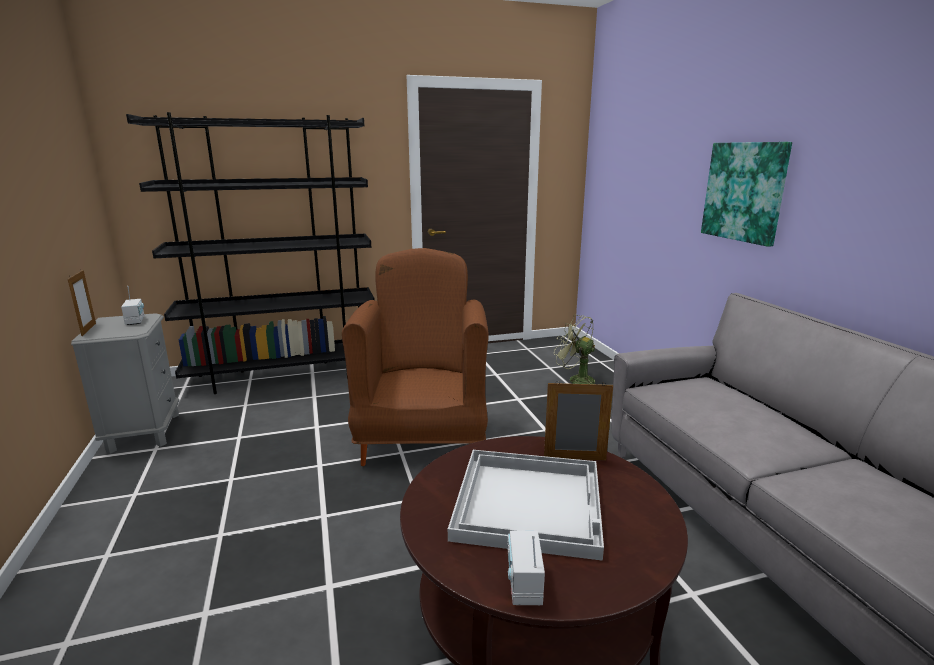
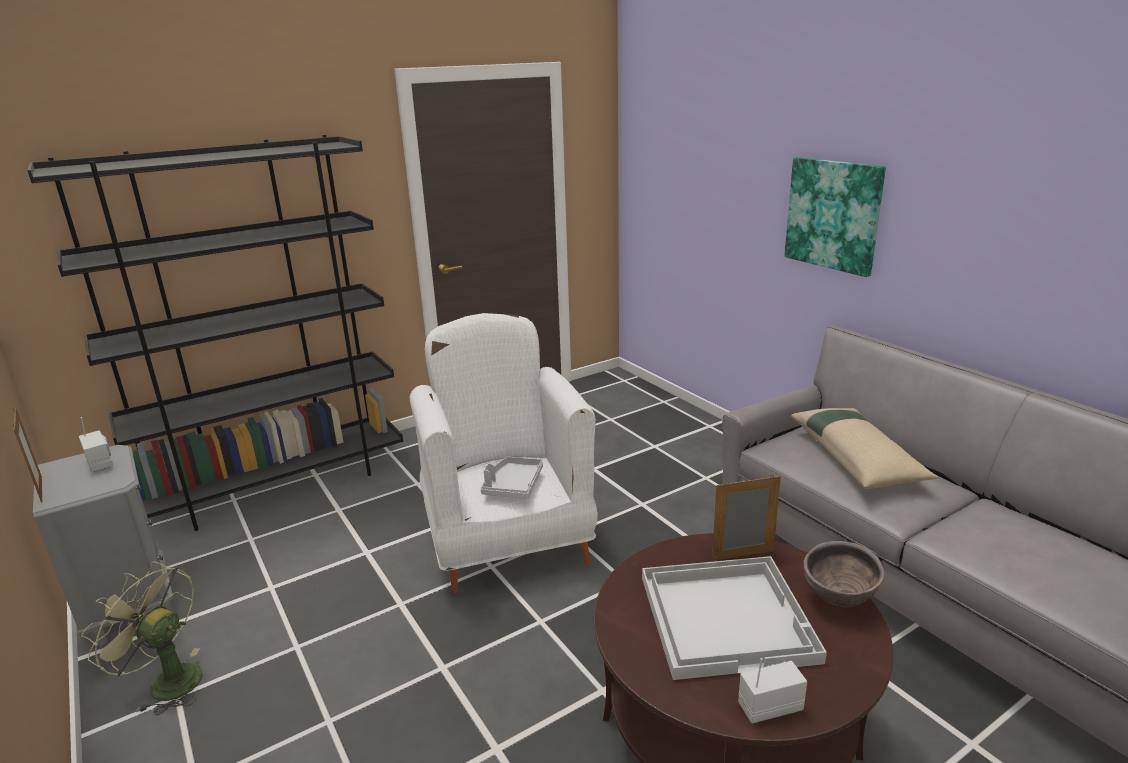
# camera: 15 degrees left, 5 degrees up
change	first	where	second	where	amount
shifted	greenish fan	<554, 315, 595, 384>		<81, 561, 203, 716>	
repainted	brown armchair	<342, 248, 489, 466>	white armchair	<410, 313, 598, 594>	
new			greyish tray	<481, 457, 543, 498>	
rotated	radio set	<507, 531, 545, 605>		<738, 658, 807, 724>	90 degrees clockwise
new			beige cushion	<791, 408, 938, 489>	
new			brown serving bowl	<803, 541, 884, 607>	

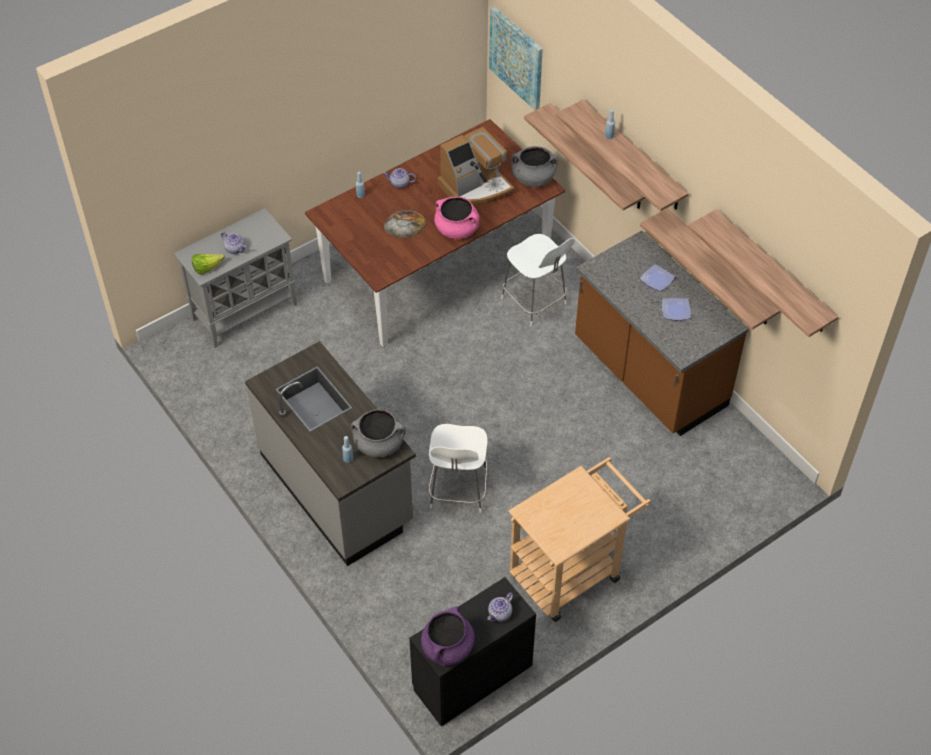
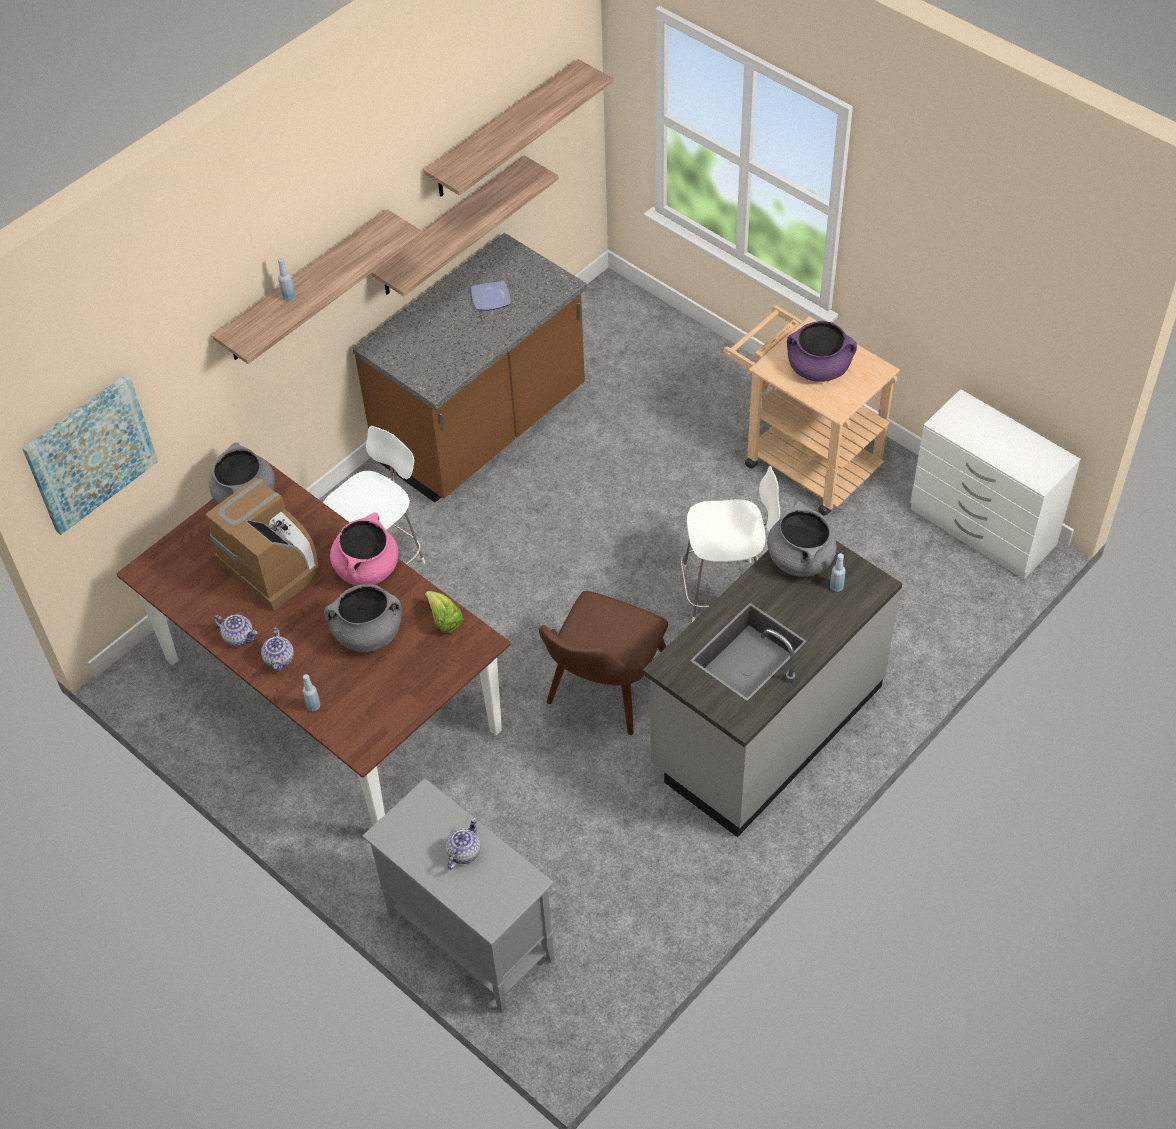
# camera: 100 degrees left, 0 degrees up
change	first	where	second	where	amount
shifted	teapot	<487, 592, 513, 622>		<213, 614, 257, 647>	
swapped	baked bread	<384, 210, 426, 238>	greyish stockpot	<324, 584, 402, 652>	
shifted	lettuce	<192, 254, 225, 274>		<425, 591, 464, 633>	
new			brown upright chair	<539, 591, 668, 735>	
shifted	purple-coloured stockpot	<421, 607, 475, 666>		<787, 321, 857, 382>	
repainted	black-coloured chest of drawers	<409, 577, 536, 726>	white chest of drawers	<911, 389, 1081, 579>	
gone	wall shelf	<524, 103, 645, 211>			
gone	plate	<640, 264, 675, 291>			

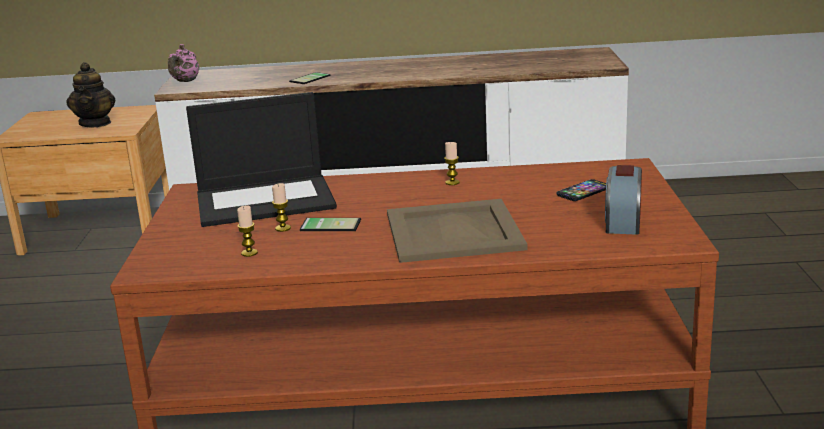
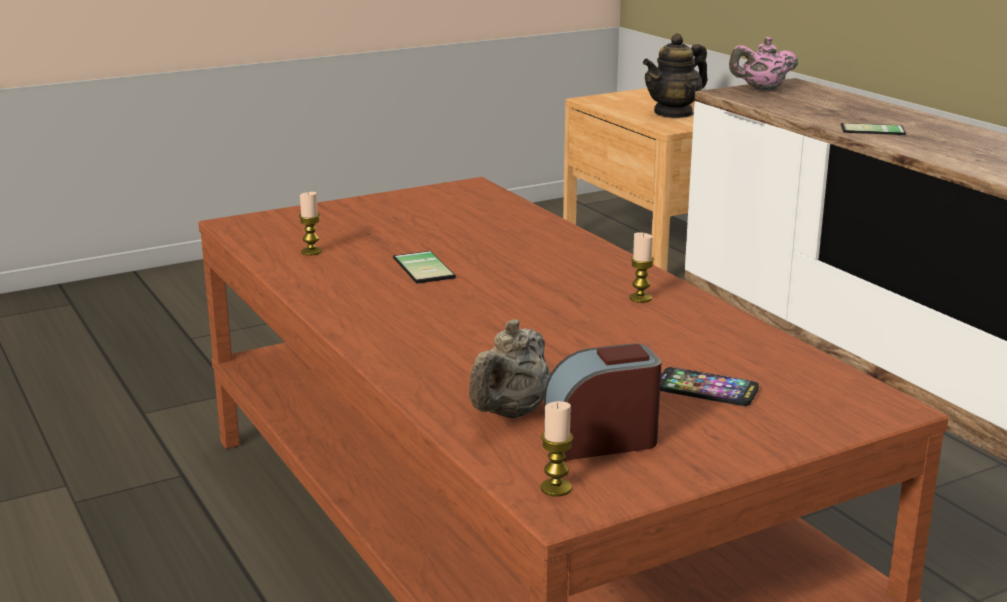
# camera: 60 degrees right, 0 degrees up
change	first	where	second	where	amount
new			beige teapot	<469, 319, 550, 418>	
shifted	candle	<272, 183, 291, 232>		<541, 401, 573, 497>	
gone	notebook computer	<186, 92, 337, 227>			
gone	beige tray	<387, 199, 528, 263>			

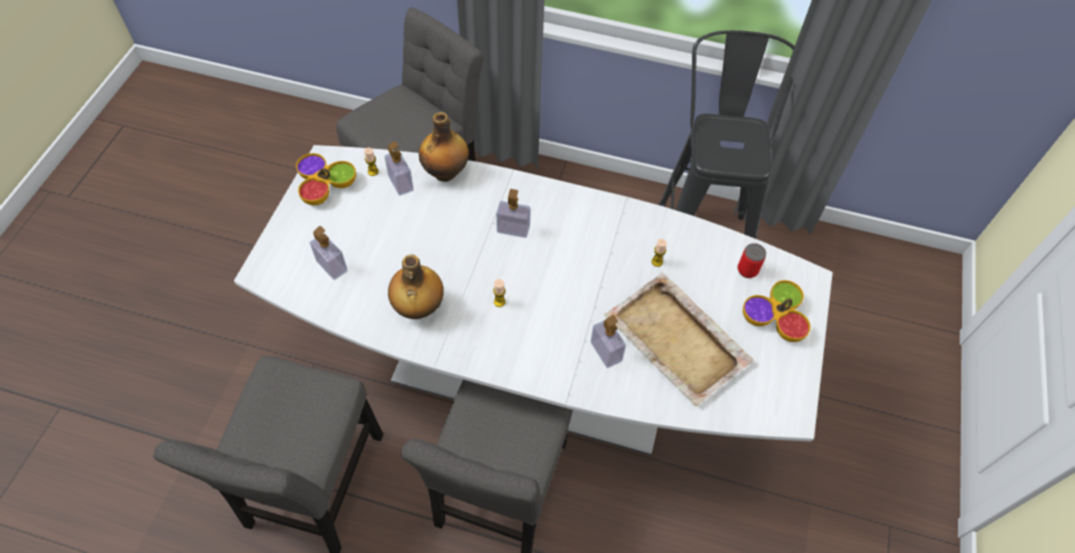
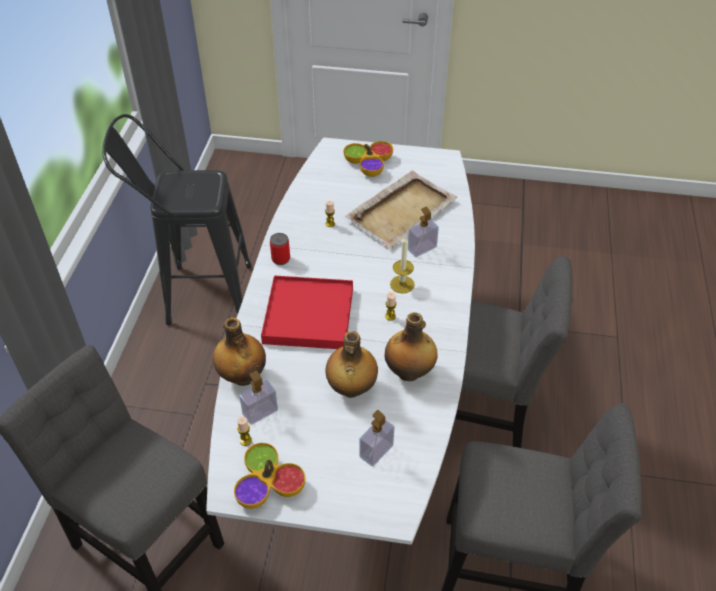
# camera: 95 degrees left, 10 degrees down
change	first	where	second	where	amount
swapped	soap dispenser	<496, 189, 531, 238>	red-coloured tray	<261, 275, 353, 349>	
shifted	sealed can	<738, 243, 766, 278>		<270, 233, 290, 265>	
new			drink bottle	<325, 331, 378, 398>	
new			candle	<390, 237, 415, 294>	

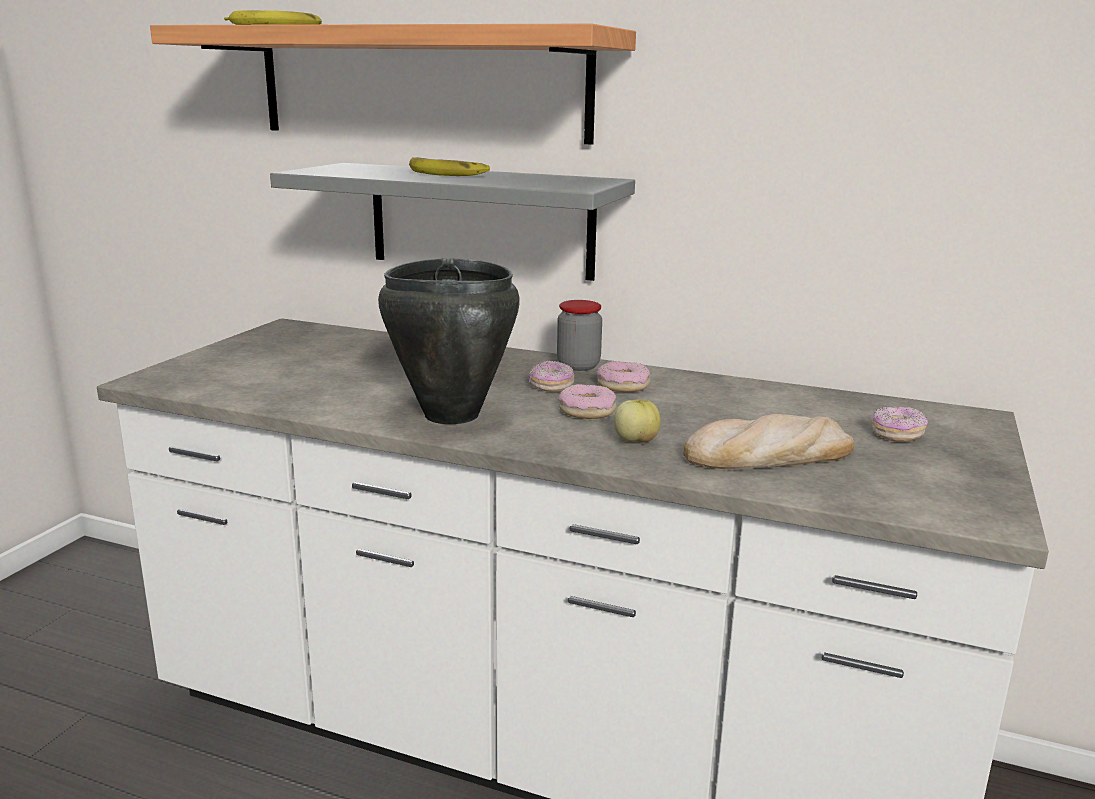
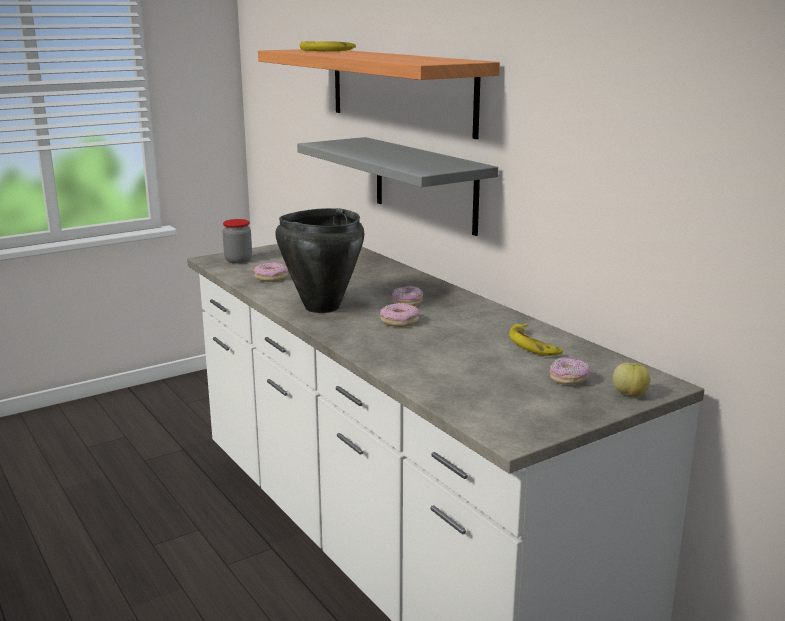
# camera: 35 degrees right, 0 degrees up
change	first	where	second	where	amount
shifted	storage jar	<557, 300, 602, 371>		<222, 219, 252, 263>	
shifted	donut	<596, 361, 650, 392>		<254, 262, 288, 282>	
shifted	banana fruit	<409, 157, 490, 176>		<509, 324, 563, 356>	
shifted	apple fruit	<614, 399, 661, 443>		<613, 363, 650, 397>	
gone	baked bread	<683, 414, 855, 469>			

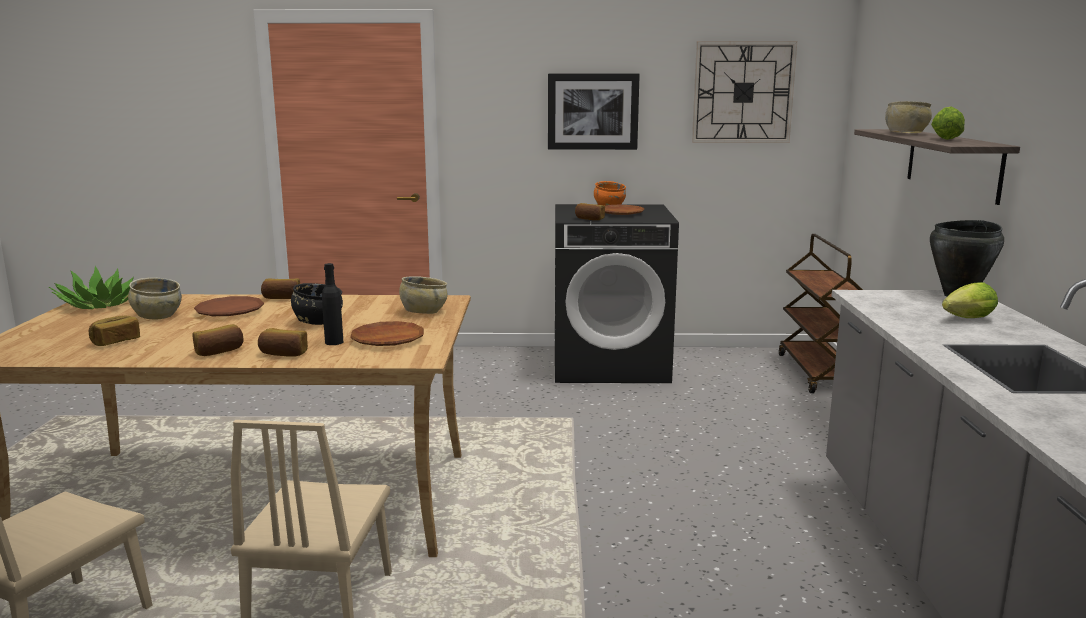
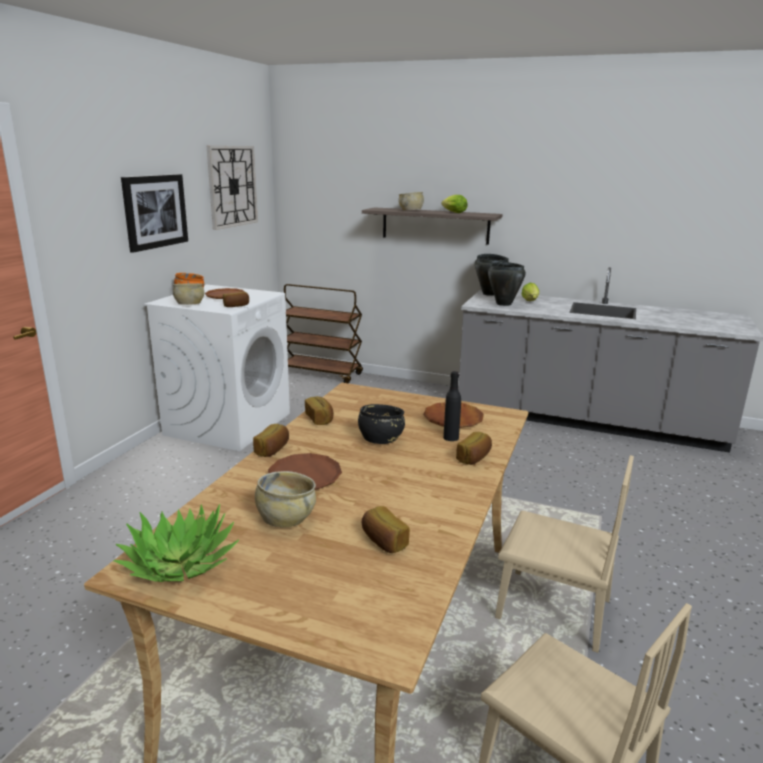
# camera: 70 degrees left, 5 degrees up
change	first	where	second	where	amount
repainted	black-coloured washing machine	<555, 204, 679, 383>	white washing machine	<144, 285, 290, 451>	
shifted	beige serving bowl	<399, 276, 448, 314>		<173, 283, 204, 305>	
shifted	baked bread	<193, 324, 244, 356>		<305, 396, 334, 425>	
new			black-coloured stockpot	<488, 262, 526, 306>	

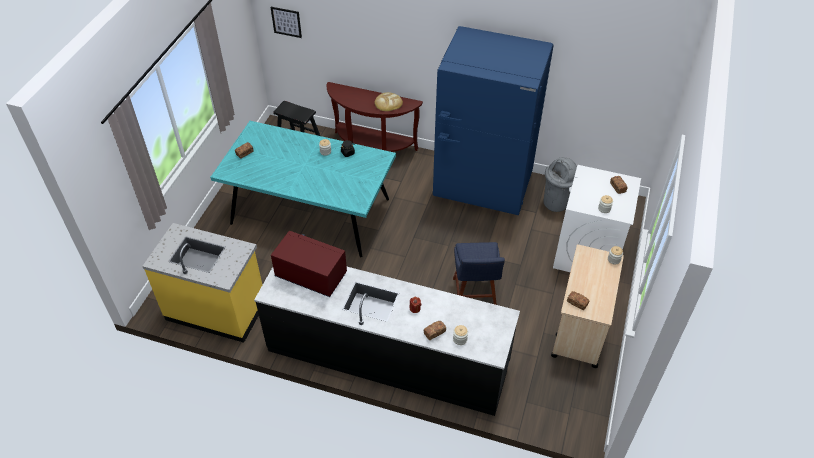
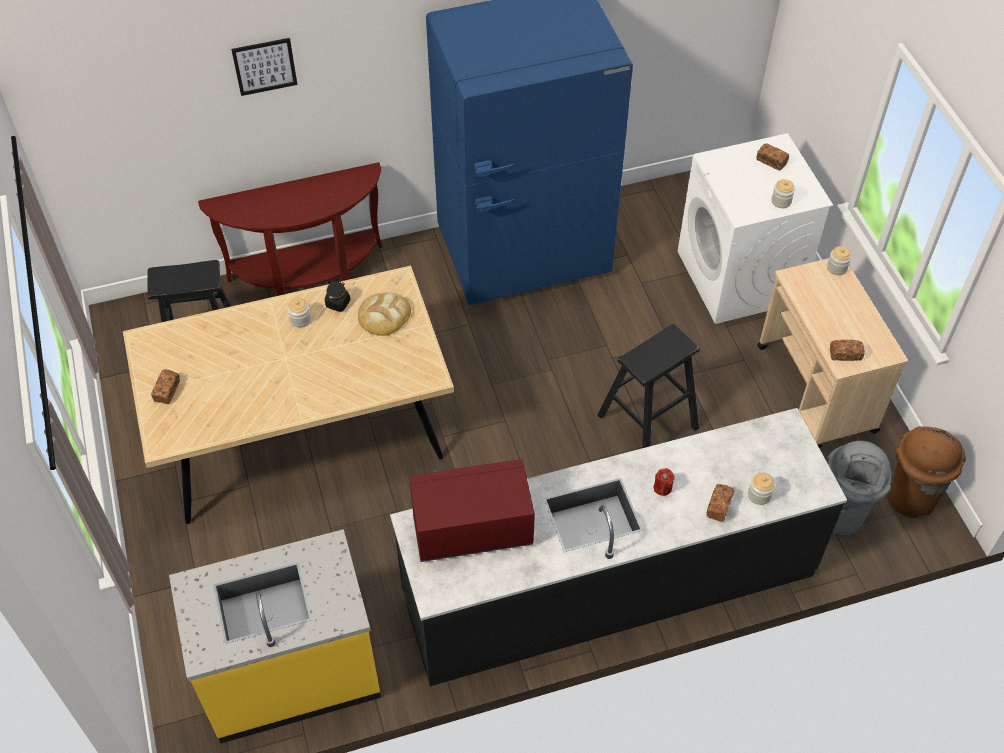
# camera: 35 degrees left, 5 degrees up
change	first	where	second	where	amount
repainted	blue-green kitchen table	<210, 121, 396, 257>	beige kitchen table	<123, 266, 454, 524>	
shifted	wall picture	<271, 7, 302, 38>		<231, 38, 297, 96>	
shifted	baked bread	<375, 92, 403, 111>		<358, 293, 411, 336>	
swapped	blue upright chair	<453, 242, 505, 305>	black-coloured stool seat	<597, 324, 700, 448>	
shifted	greyish trash can	<543, 157, 577, 212>		<826, 441, 892, 535>	
new			brown trash can	<888, 426, 966, 518>	

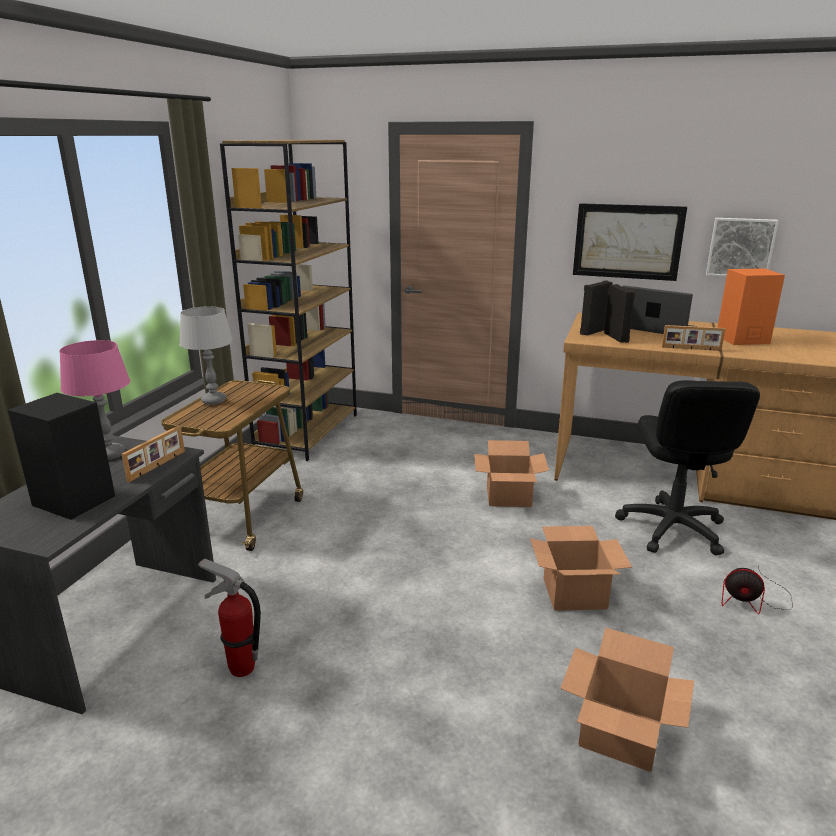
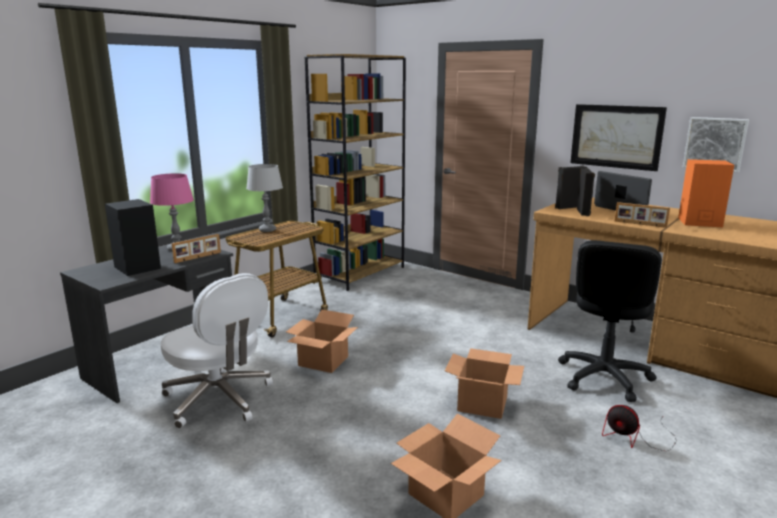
# camera: 20 degrees right, 5 degrees down
change	first	where	second	where	amount
swapped	fire extinguisher	<198, 558, 261, 677>	white office chair	<161, 273, 273, 429>	
shifted	packing box	<474, 440, 549, 507>		<286, 309, 358, 373>	

